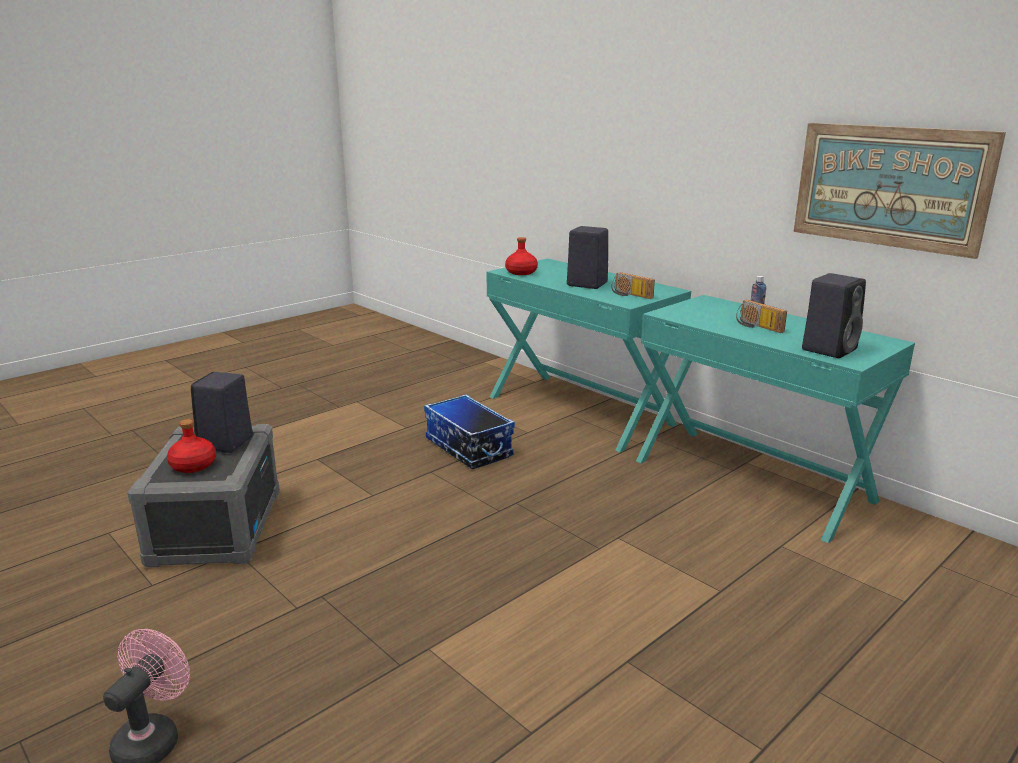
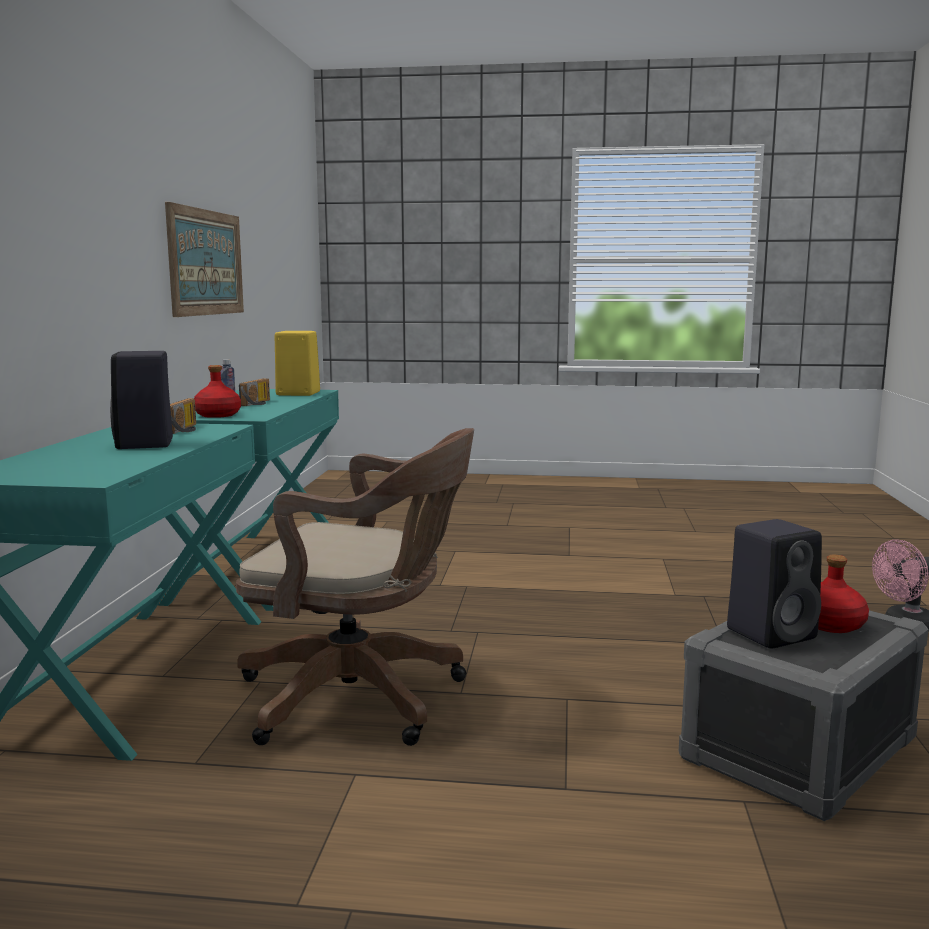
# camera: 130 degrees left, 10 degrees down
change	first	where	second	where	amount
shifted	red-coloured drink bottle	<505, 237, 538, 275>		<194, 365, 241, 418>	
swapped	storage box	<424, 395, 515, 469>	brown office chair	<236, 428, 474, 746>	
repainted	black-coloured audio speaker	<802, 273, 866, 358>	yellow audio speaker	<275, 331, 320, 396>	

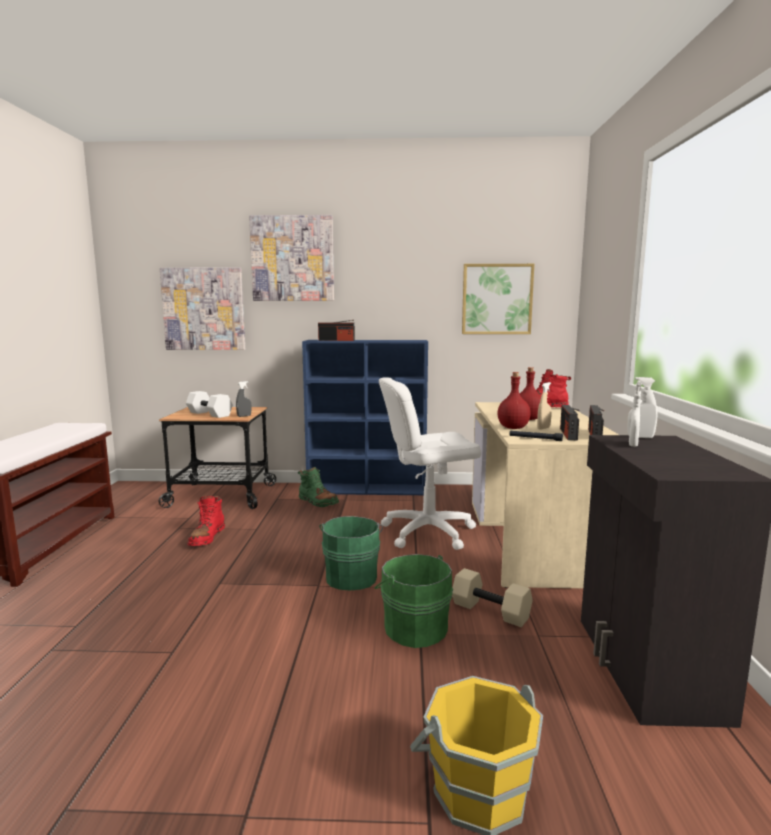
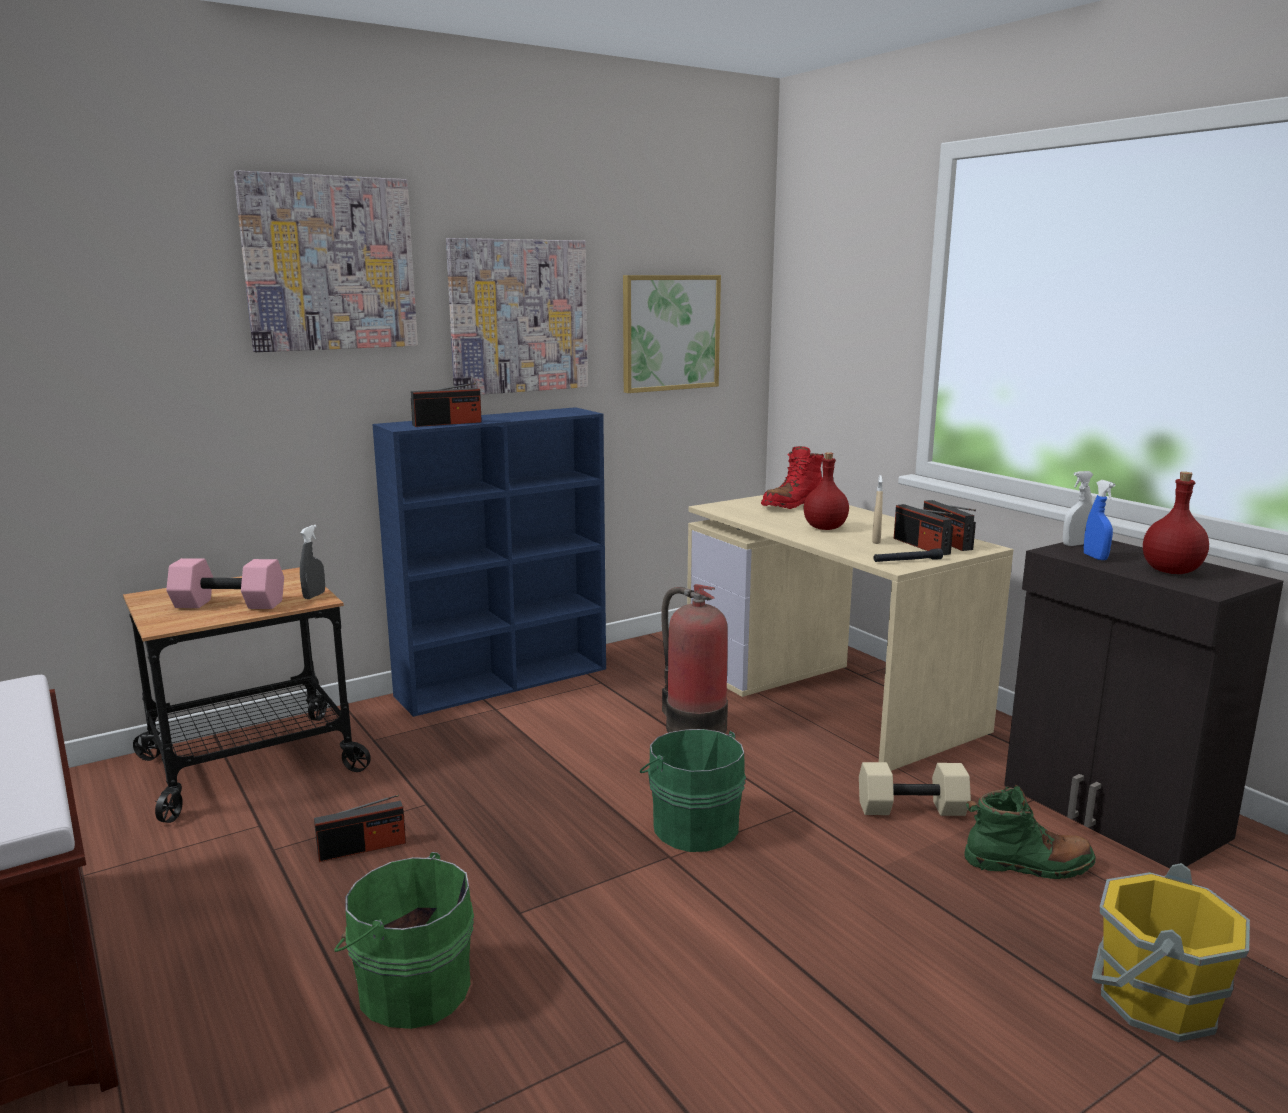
# camera: 35 degrees left, 5 degrees up
change	first	where	second	where	amount
repainted	white hand weight	<186, 391, 233, 418>	pinkish hand weight	<166, 558, 284, 609>	
swapped	red-coloured tall boot	<187, 496, 225, 546>	radio set	<314, 794, 406, 862>	
shifted	greenish bucket	<374, 554, 453, 648>		<334, 852, 474, 1029>	
shifted	wall picture	<160, 267, 245, 350>		<446, 238, 588, 395>	
swapped	white office chair	<379, 377, 481, 550>	fire extinguisher	<661, 584, 728, 734>	
shifted	greenish tall boot	<298, 467, 339, 507>		<964, 785, 1096, 879>	
repainted	white spray bottle	<629, 381, 641, 447>	blue spray bottle	<1084, 480, 1115, 560>	
shifted	red-coloured drink bottle	<497, 372, 531, 429>		<1143, 472, 1209, 574>	

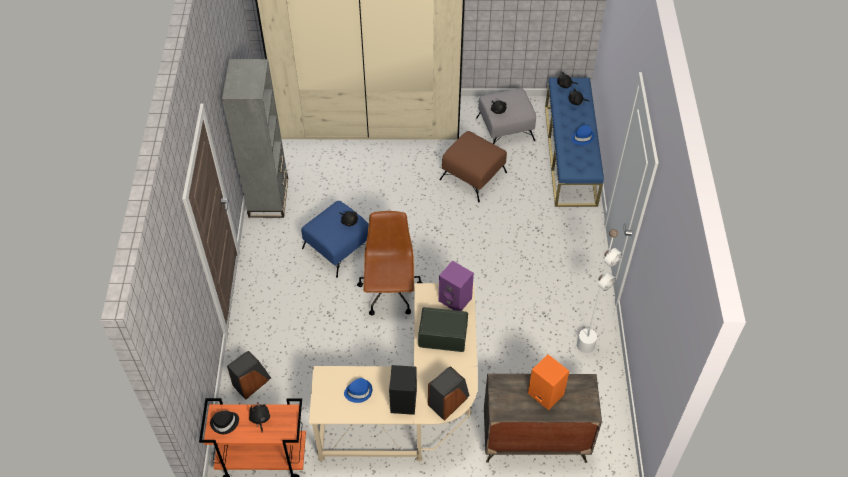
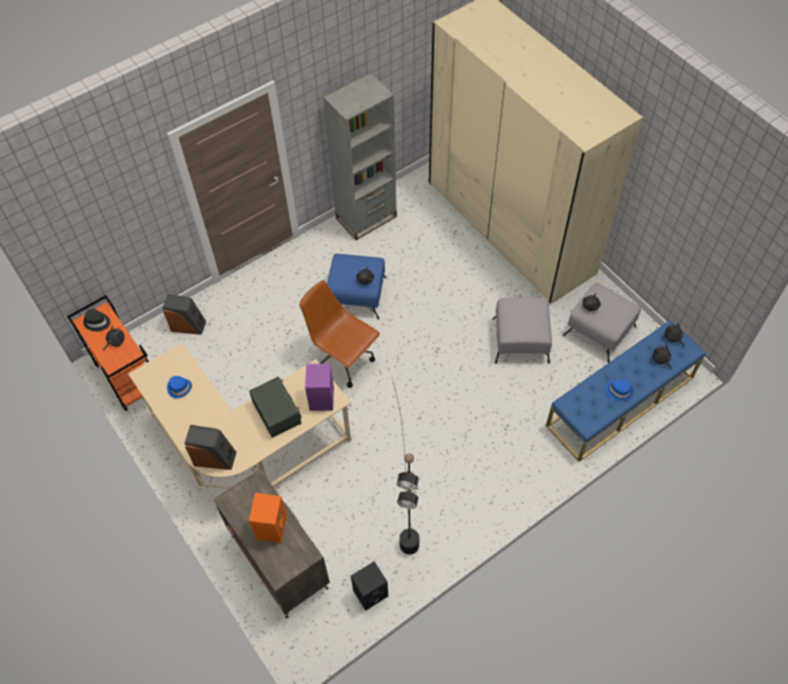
# camera: 55 degrees right, 5 degrees up
change	first	where	second	where	amount
rotated	brown office chair	<357, 211, 422, 315>		<299, 280, 380, 388>	105 degrees counterclockwise
shifted	black-coloured audio speaker	<389, 365, 417, 415>		<351, 561, 388, 611>	
repainted	white floor lamp	<436, 229, 622, 353>	black-coloured floor lamp	<392, 379, 419, 554>	
repainted	brown pouffe	<439, 131, 507, 202>	greyish pouffe	<493, 297, 552, 364>	

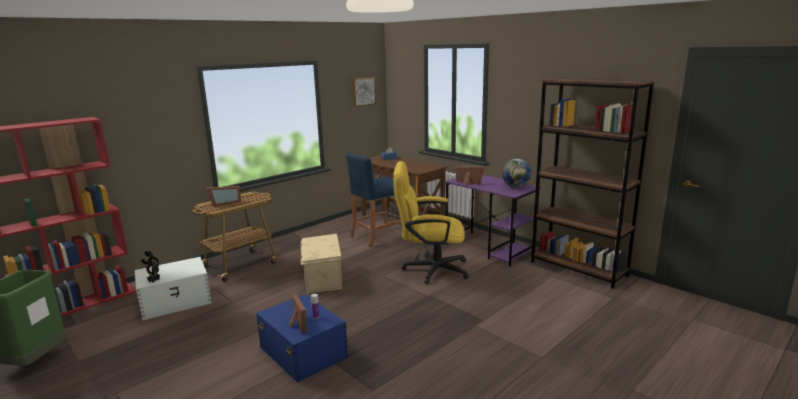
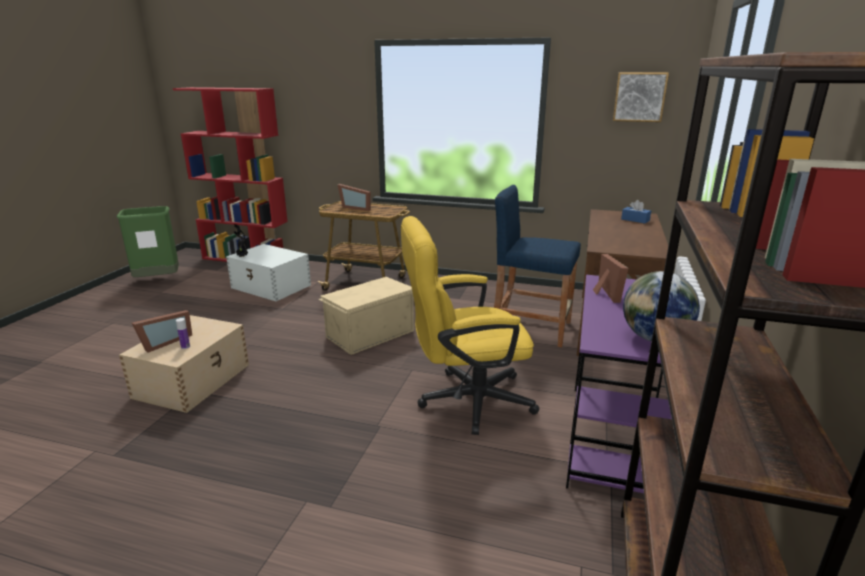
# camera: 60 degrees right, 5 degrees up
change	first	where	second	where	amount
repainted	blue storage box	<256, 294, 348, 383>	beige storage box	<119, 315, 249, 413>	
rotated	yellow office chair	<393, 161, 469, 284>		<401, 216, 540, 435>	75 degrees counterclockwise

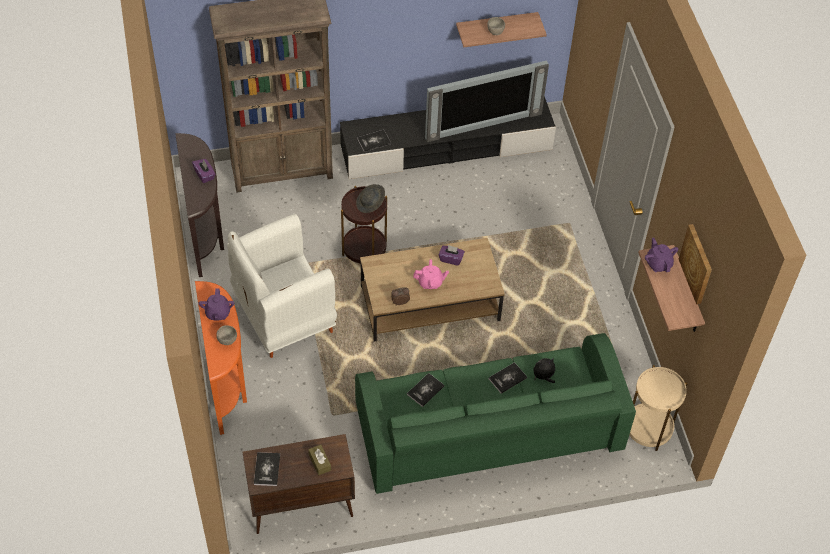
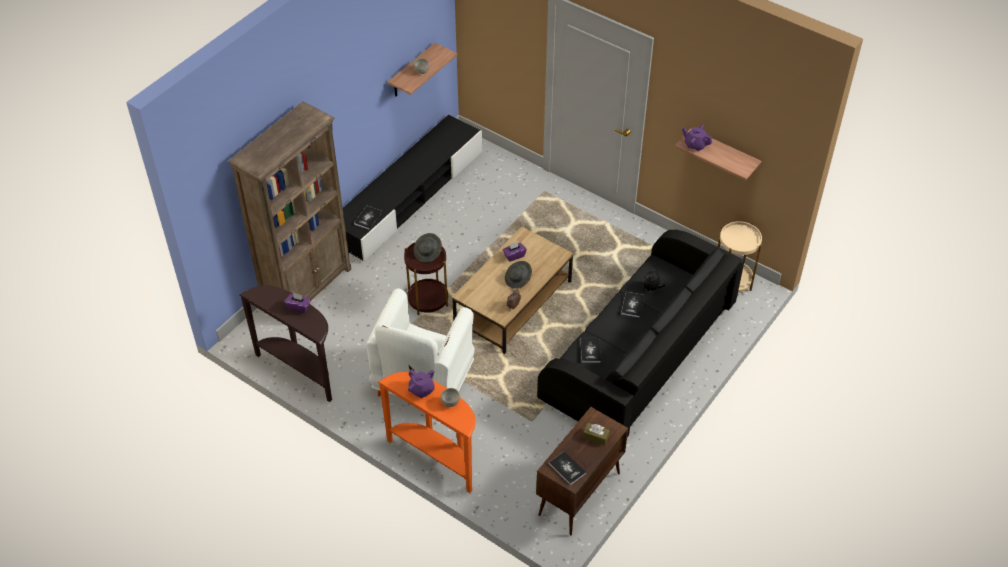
# camera: 40 degrees left, 5 degrees down
change	first	where	second	where	amount
swapped	pinkish teapot	<413, 259, 449, 289>	greyish hat	<505, 261, 532, 289>	
repainted	greenish settee	<355, 333, 636, 494>	black-coloured settee	<537, 230, 744, 437>	
gone	television	<425, 60, 549, 142>			
gone	wall picture	<679, 224, 712, 304>			

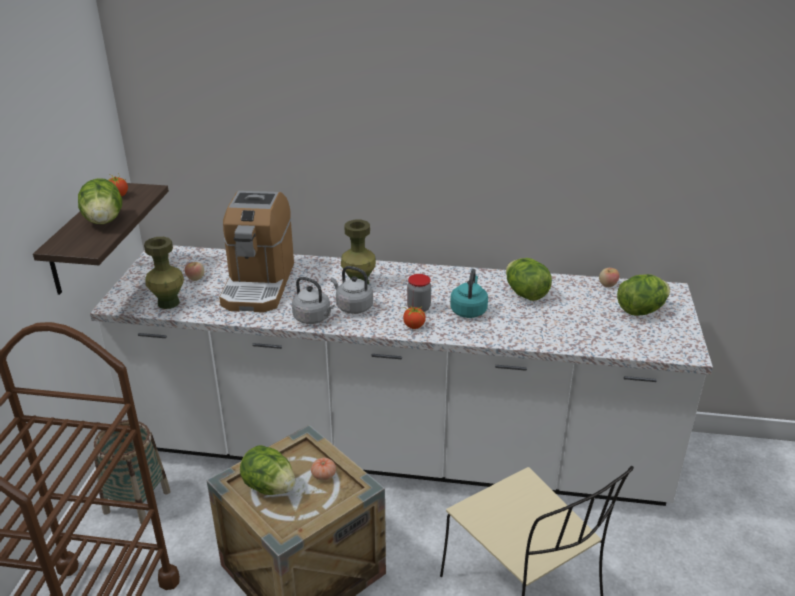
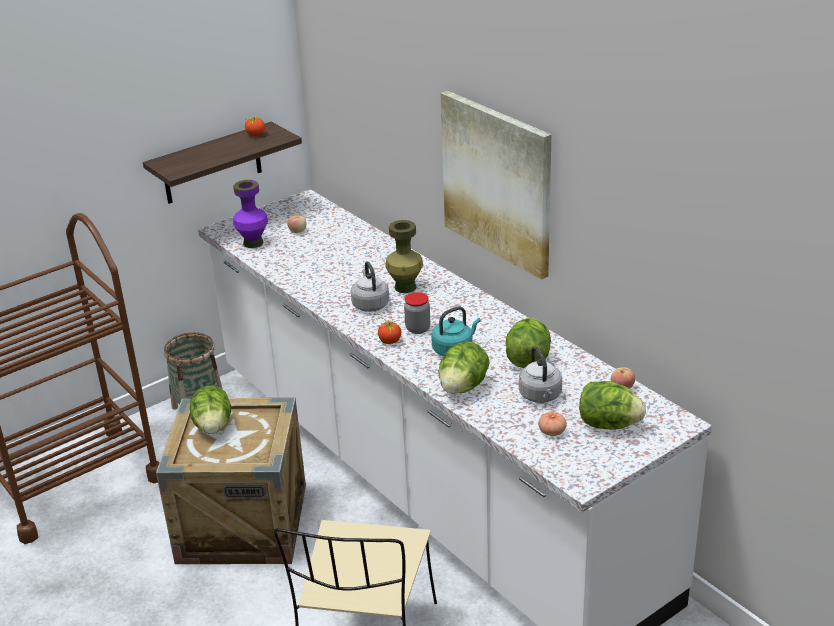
# camera: 45 degrees right, 0 degrees up
change	first	where	second	where	amount
repainted	greenish decorative vase	<144, 237, 184, 309>	purple-coloured decorative vase	<233, 180, 268, 248>	
shifted	lettuce	<78, 178, 122, 224>		<438, 341, 490, 394>	
new			wall picture	<441, 91, 551, 280>	
shifted	greyish kettle	<292, 277, 335, 324>		<519, 346, 562, 403>	
shifted	tomato	<311, 458, 336, 480>		<538, 412, 567, 436>	
gone	coffee machine	<219, 191, 294, 313>			

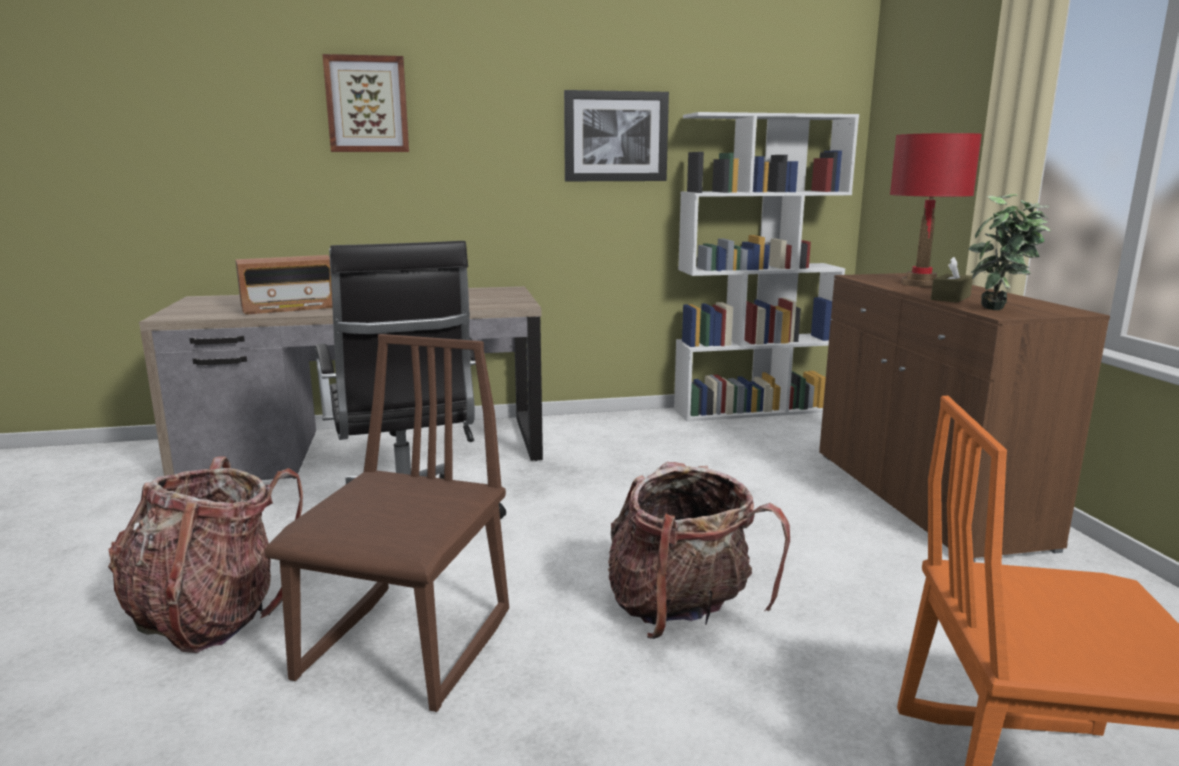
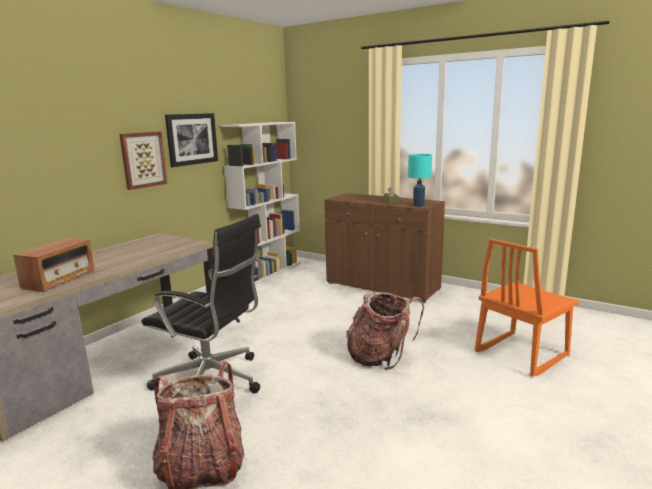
# camera: 45 degrees left, 0 degrees up
change	first	where	second	where	amount
shifted	wall picture	<322, 54, 409, 152>		<119, 132, 168, 190>	
swapped	houseplant	<969, 194, 1051, 310>	blue-green tabletop lamp	<408, 154, 432, 207>	
gone	brown upright chair	<264, 334, 509, 712>			
gone	red-coloured tabletop lamp	<890, 133, 982, 287>			

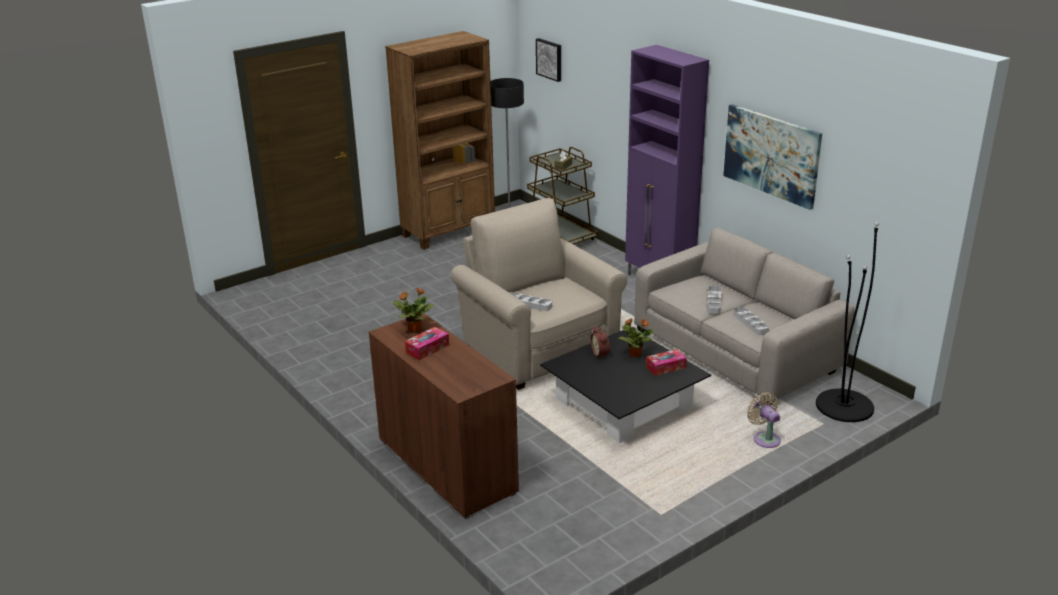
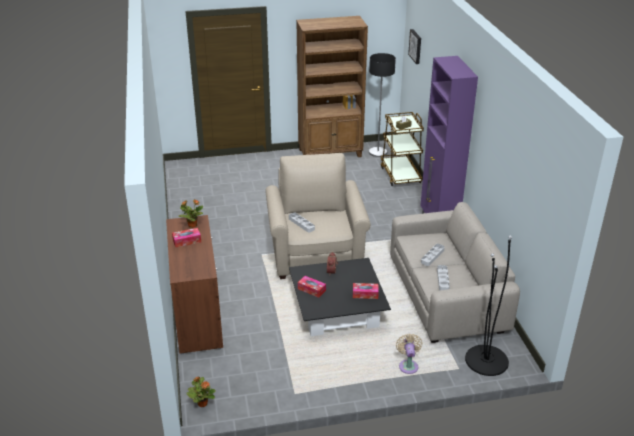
# camera: 25 degrees right, 5 degrees up
change	first	where	second	where	amount
shifted	houseplant	<618, 318, 654, 357>		<187, 377, 216, 407>	
new			tissue box	<298, 276, 326, 298>	
gone	wall picture	<723, 104, 822, 210>			

